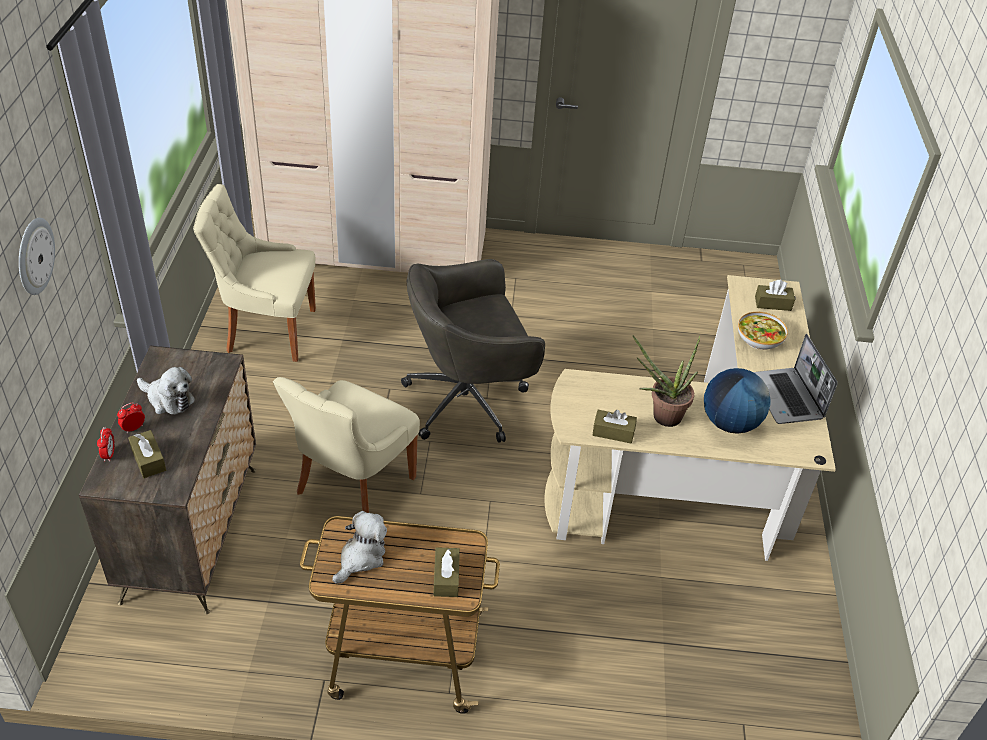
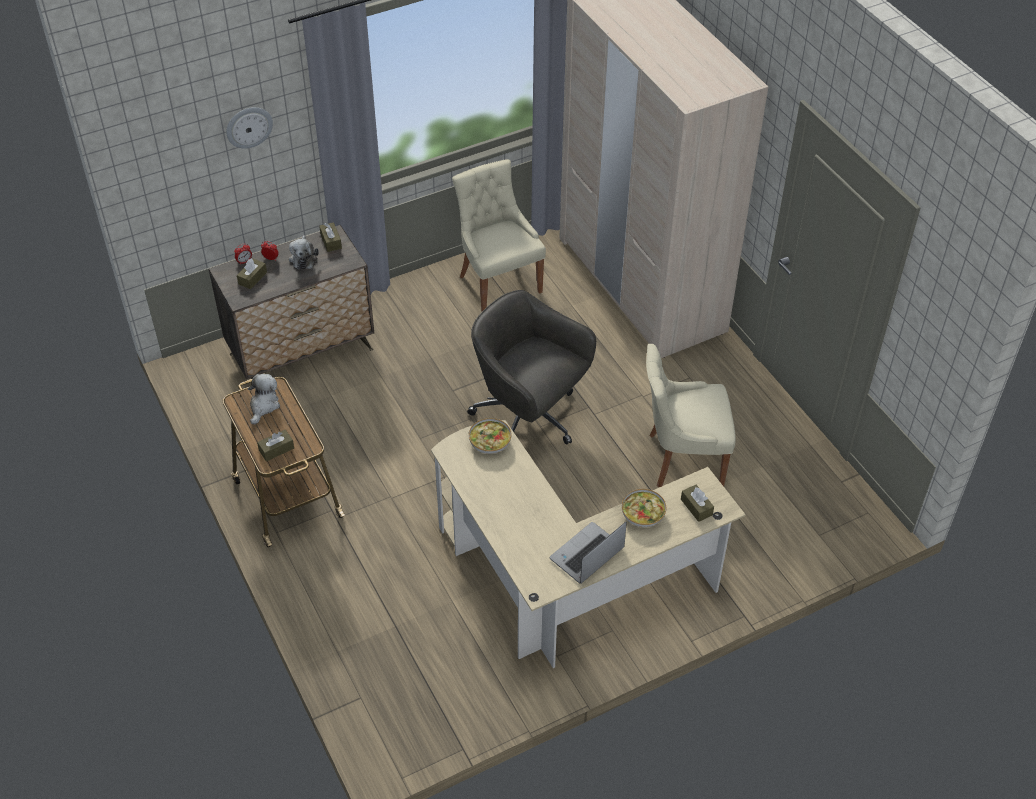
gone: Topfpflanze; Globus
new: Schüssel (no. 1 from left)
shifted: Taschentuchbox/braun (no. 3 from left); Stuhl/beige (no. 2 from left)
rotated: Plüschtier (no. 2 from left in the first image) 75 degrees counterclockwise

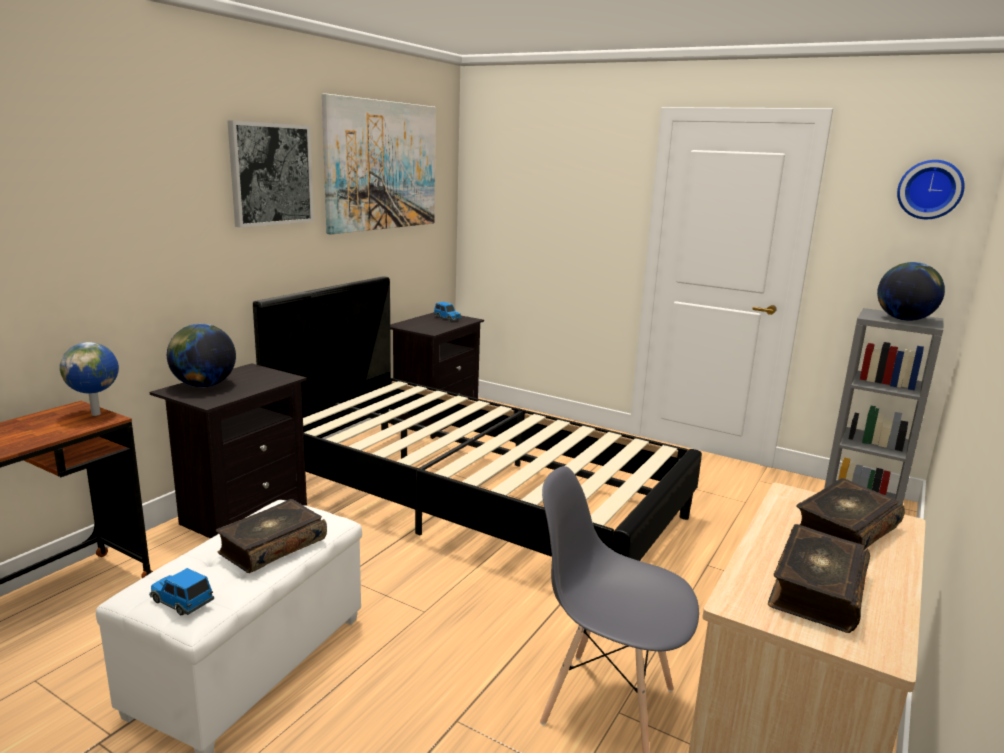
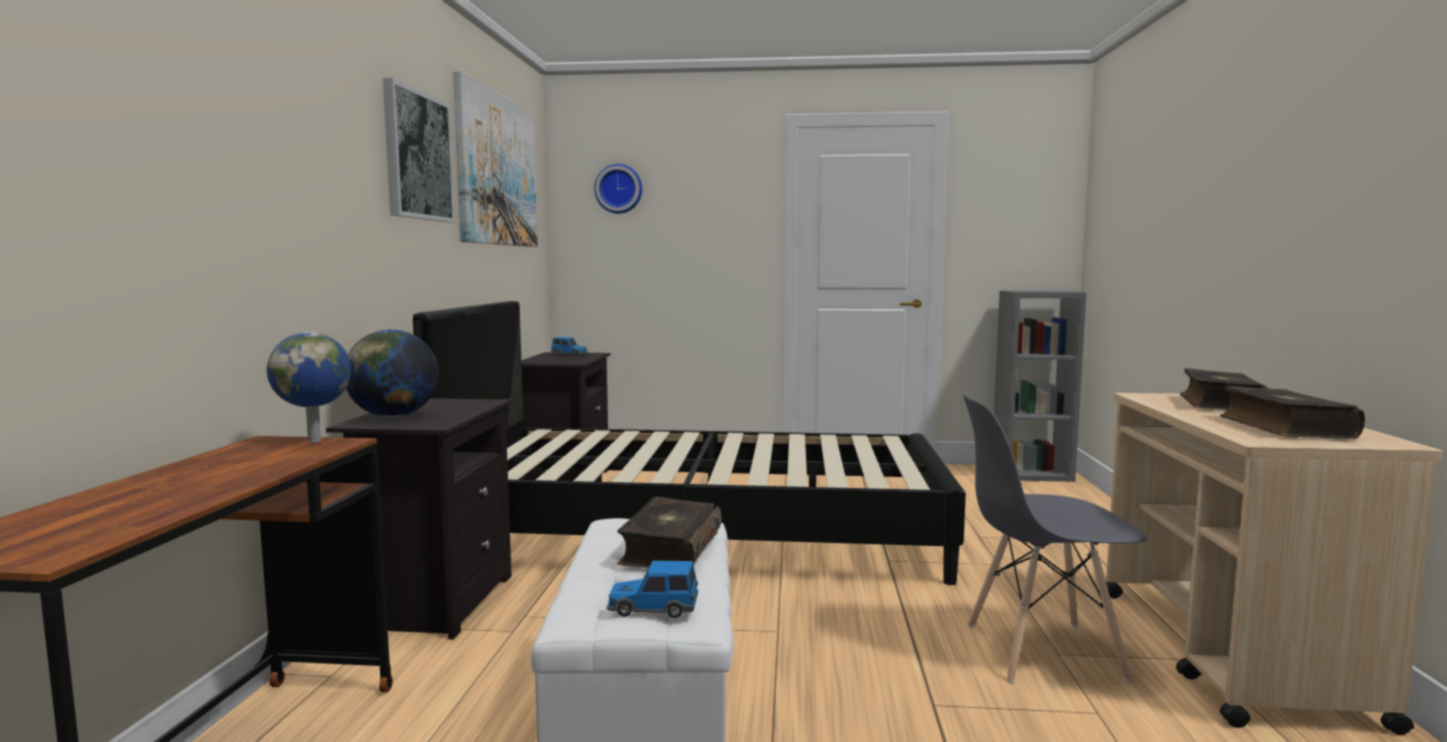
gone: Globus (no. 3 from left)
shifted: Wanduhr

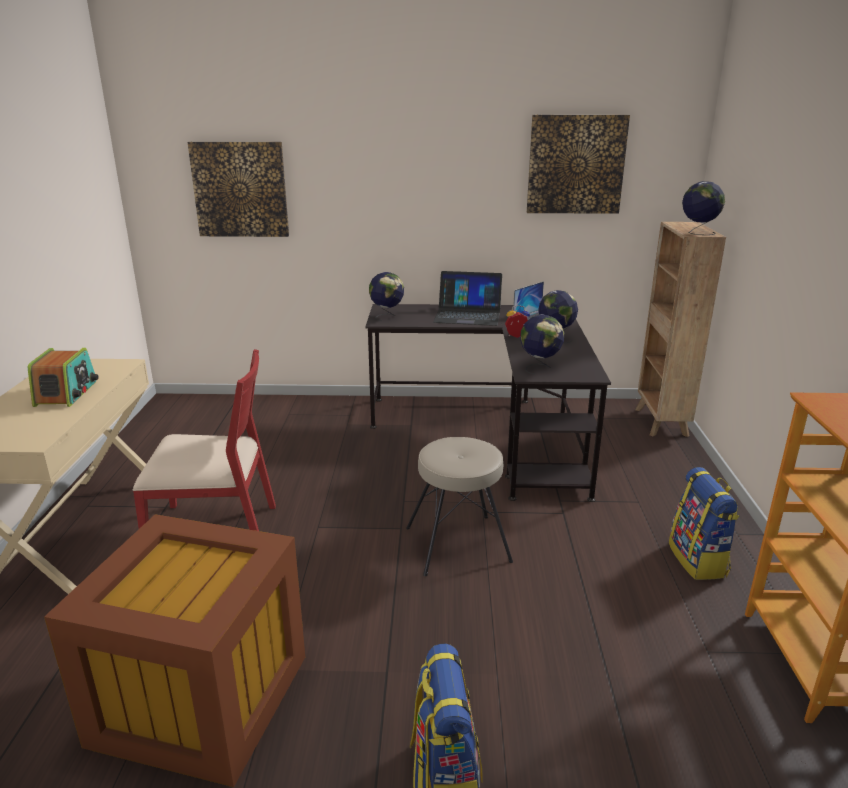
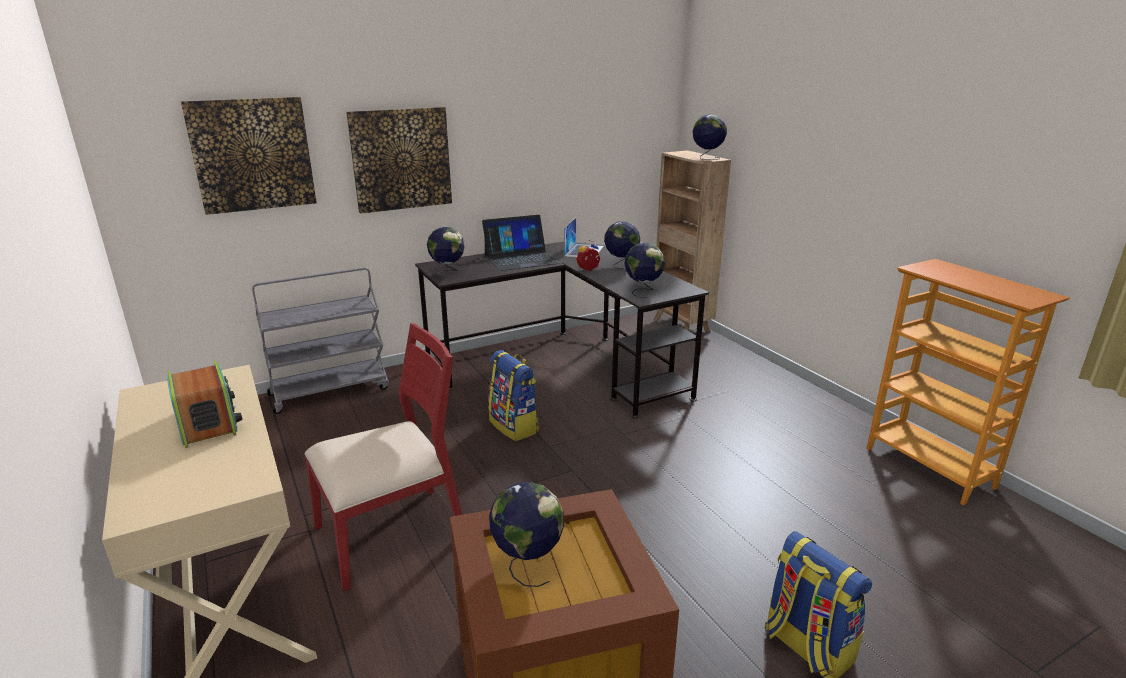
gone: Hocker/beige
new: Rollwagen/grau; Globus (no. 2 from left)
shifted: Bild (no. 2 from left); Rucksack (no. 2 from left in the first image) to Rucksack (no. 1 from left)

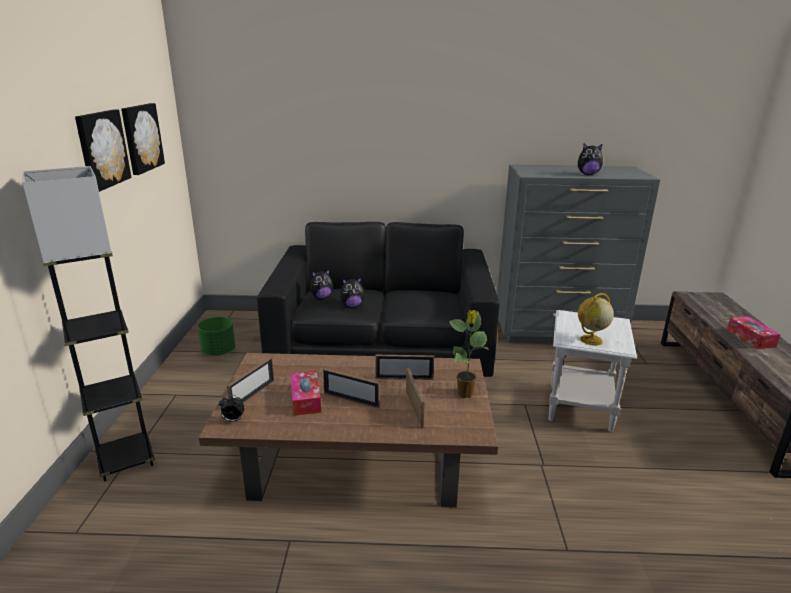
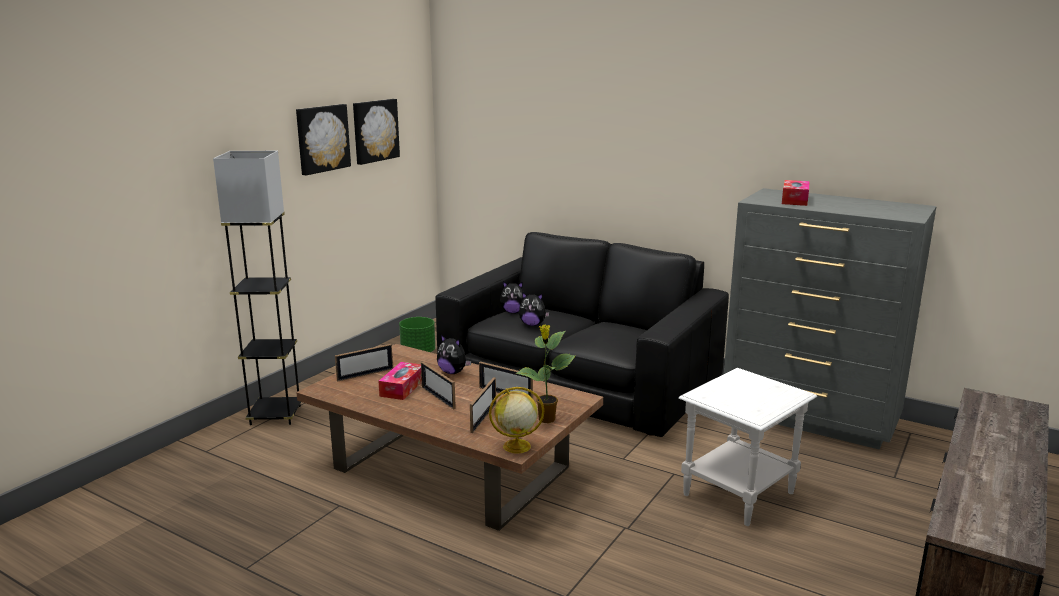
gone: Wecker
shifted: Plüschtier (no. 3 from left in the first image) to Plüschtier (no. 1 from left); Globus; Taschentuchbox (no. 2 from left)

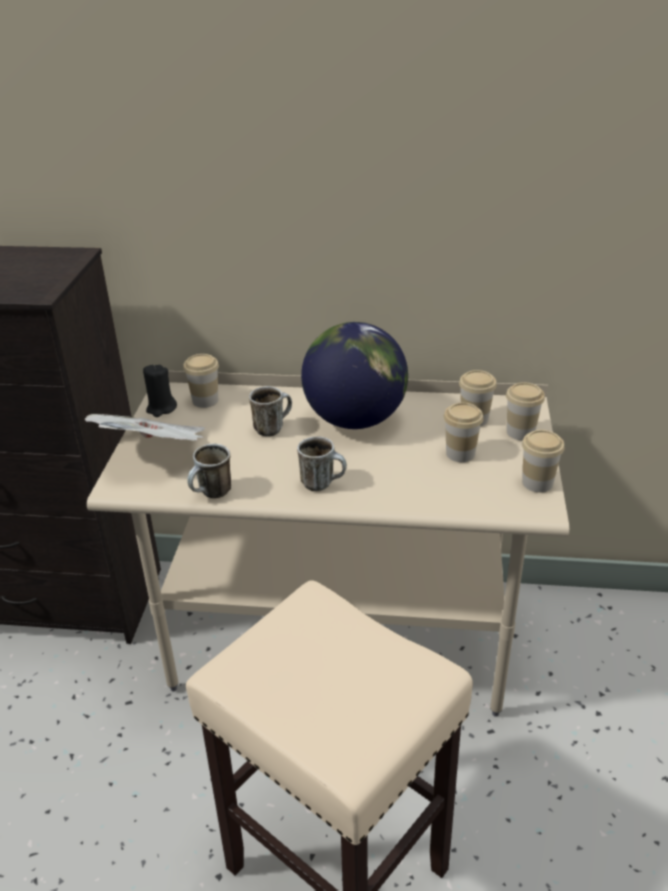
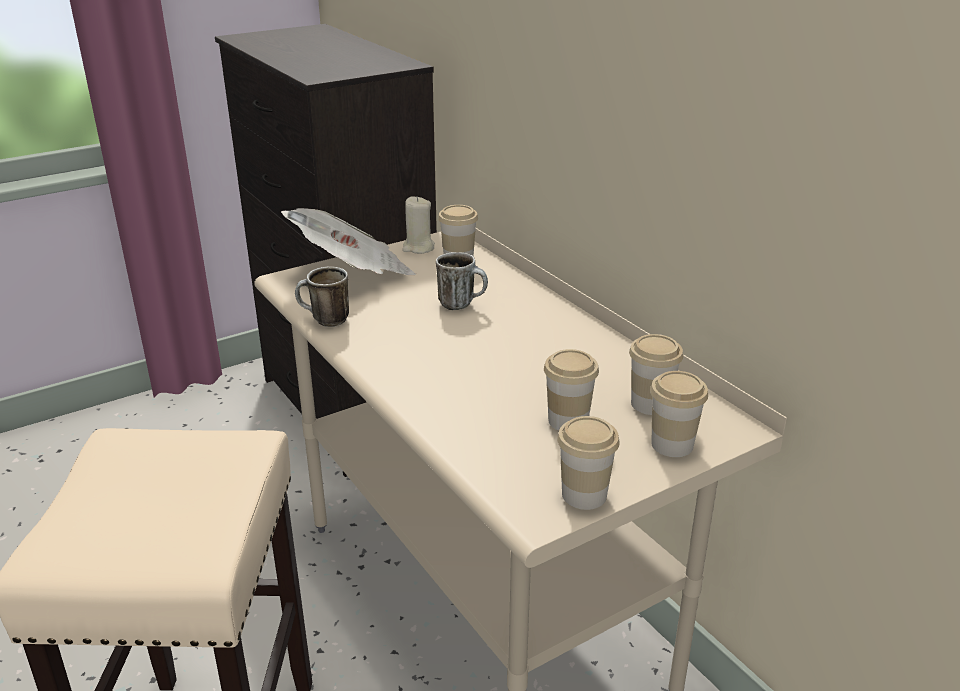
gone: Henkelbecher (no. 3 from left); Globus
repainted: Kerze/schwarz to Kerze/beige

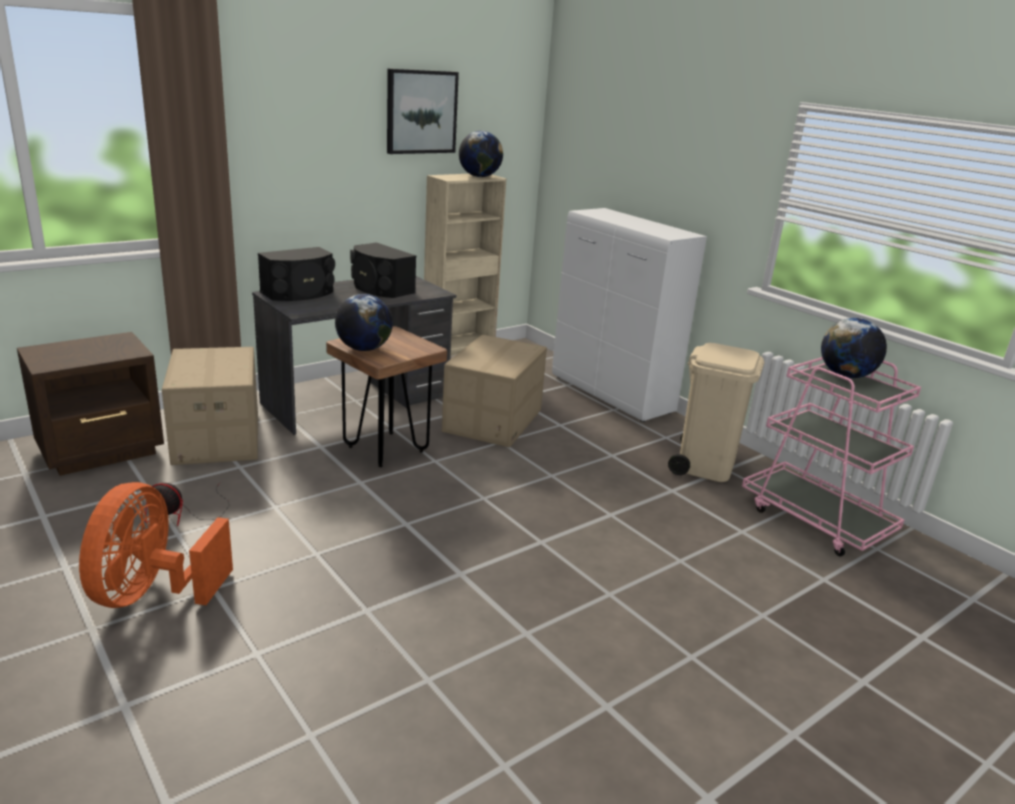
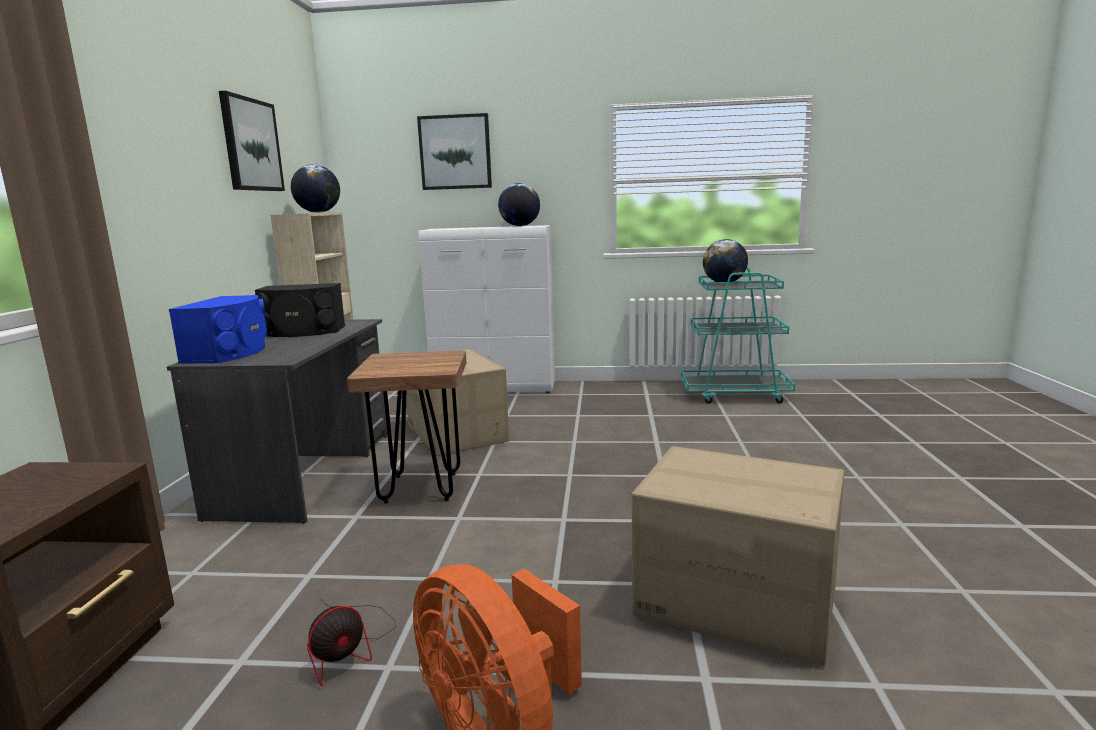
gone: Mülleimer/beige
new: Bild (no. 2 from left)
shifted: Globus (no. 1 from left in the first image) to Globus (no. 2 from left); Karton (no. 1 from left in the first image) to Karton (no. 2 from left)
repainted: Lautsprecher/schwarz (no. 1 from left) to Lautsprecher/blau; Rollwagen/rosa to Rollwagen/türkis

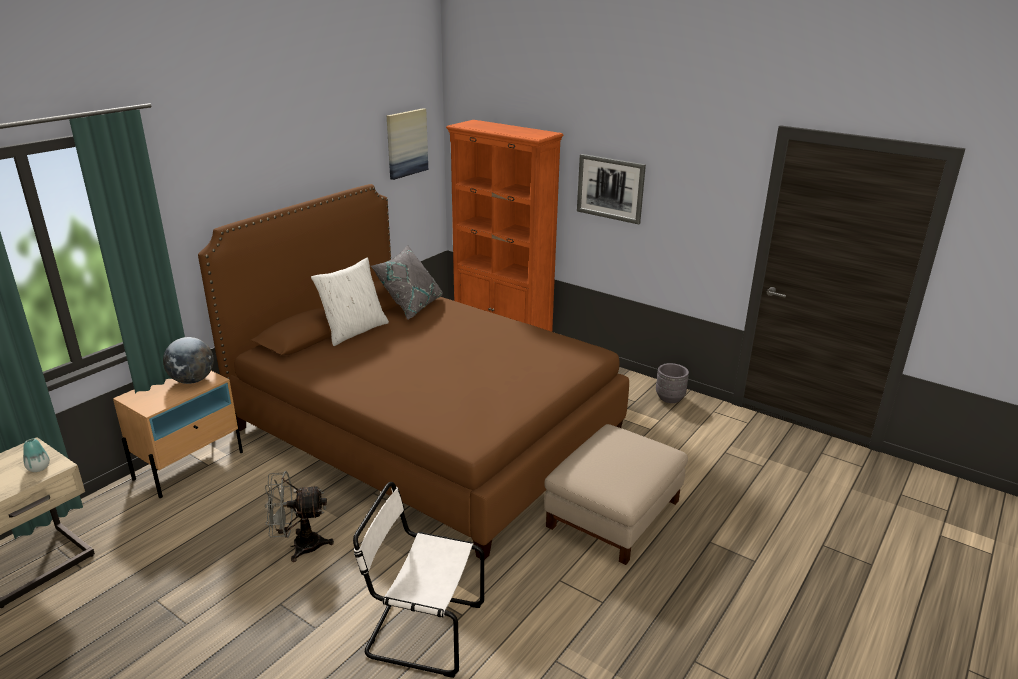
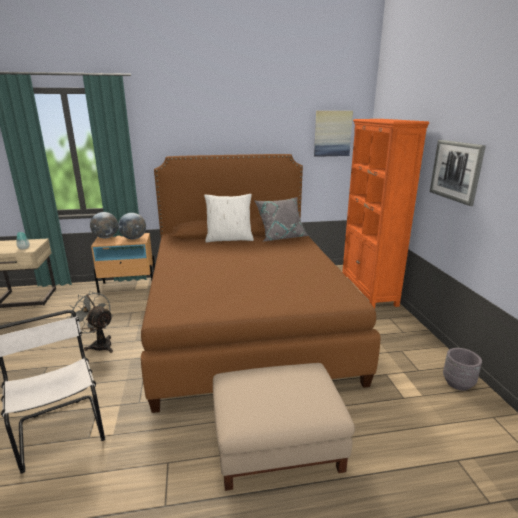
new: Globus (no. 1 from left)

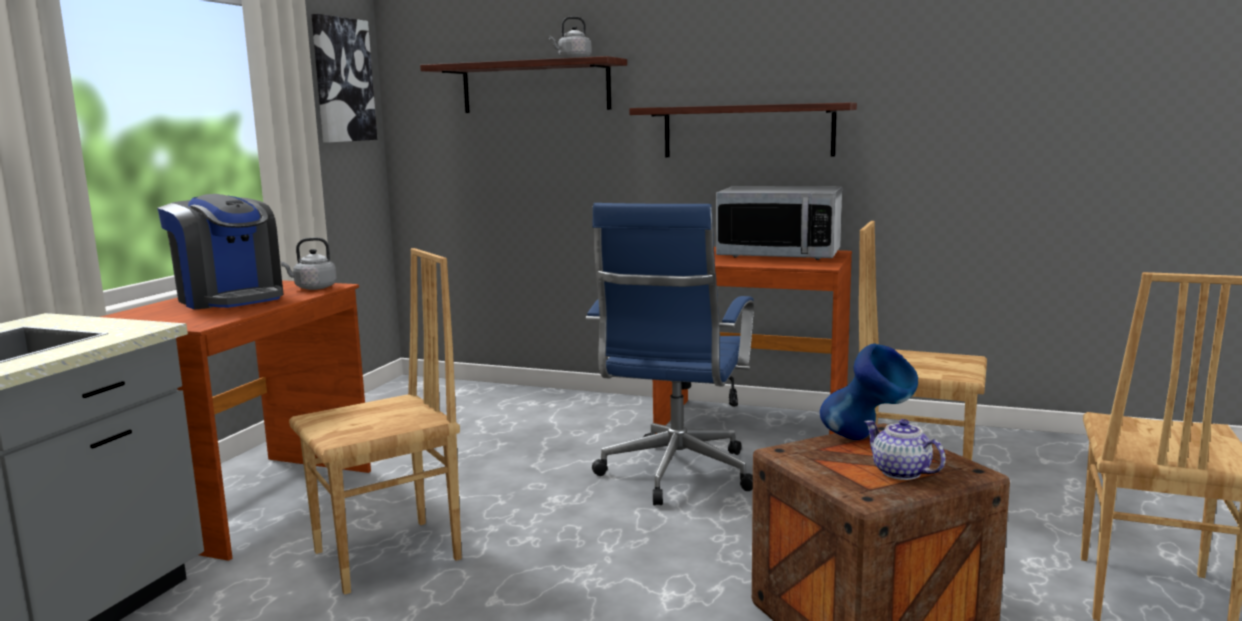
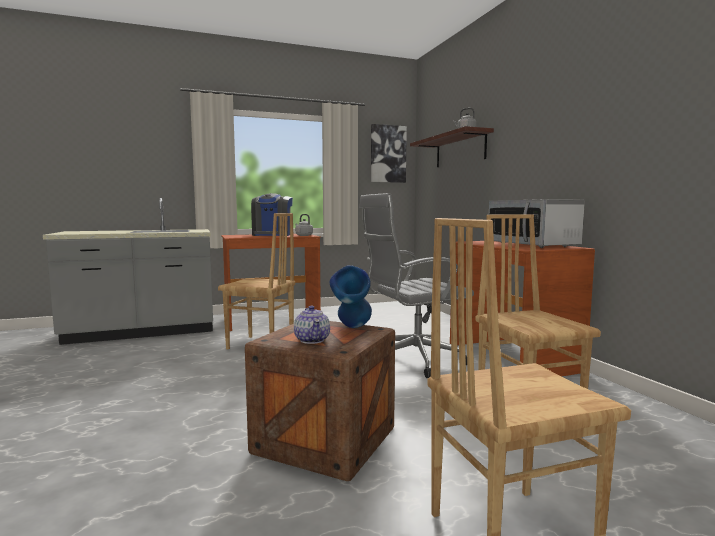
gone: Wandregal (no. 2 from left)
repainted: Bürostuhl/blau to Bürostuhl/grau
rotated: Teekanne 150 degrees clockwise

